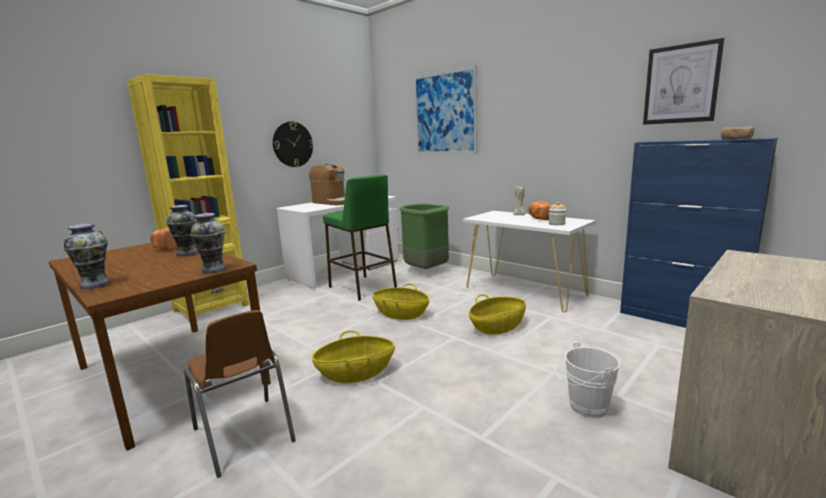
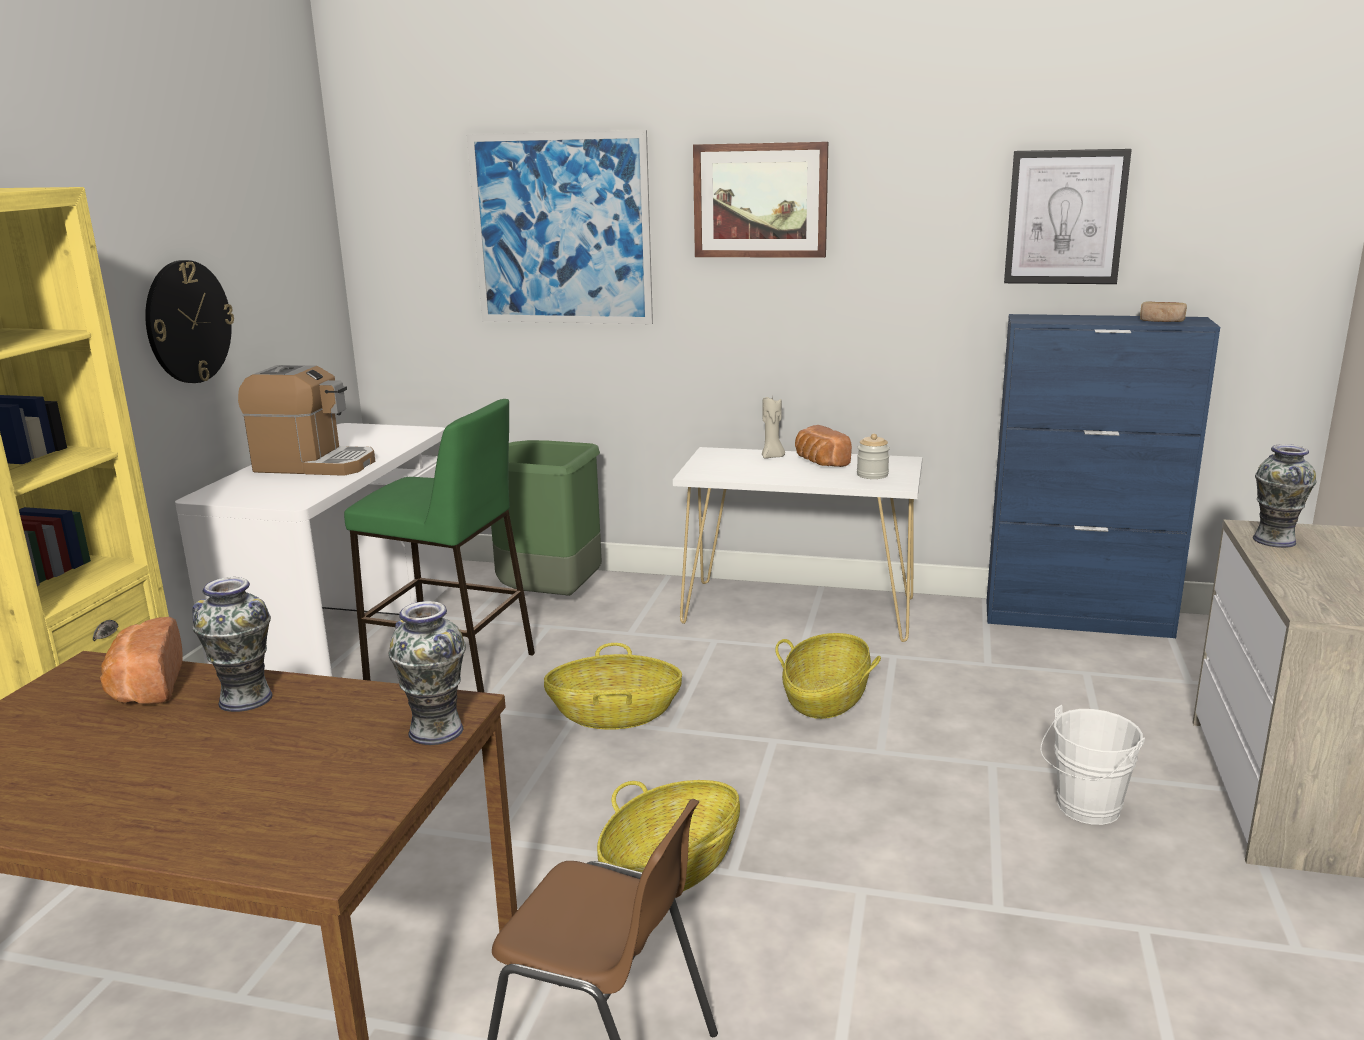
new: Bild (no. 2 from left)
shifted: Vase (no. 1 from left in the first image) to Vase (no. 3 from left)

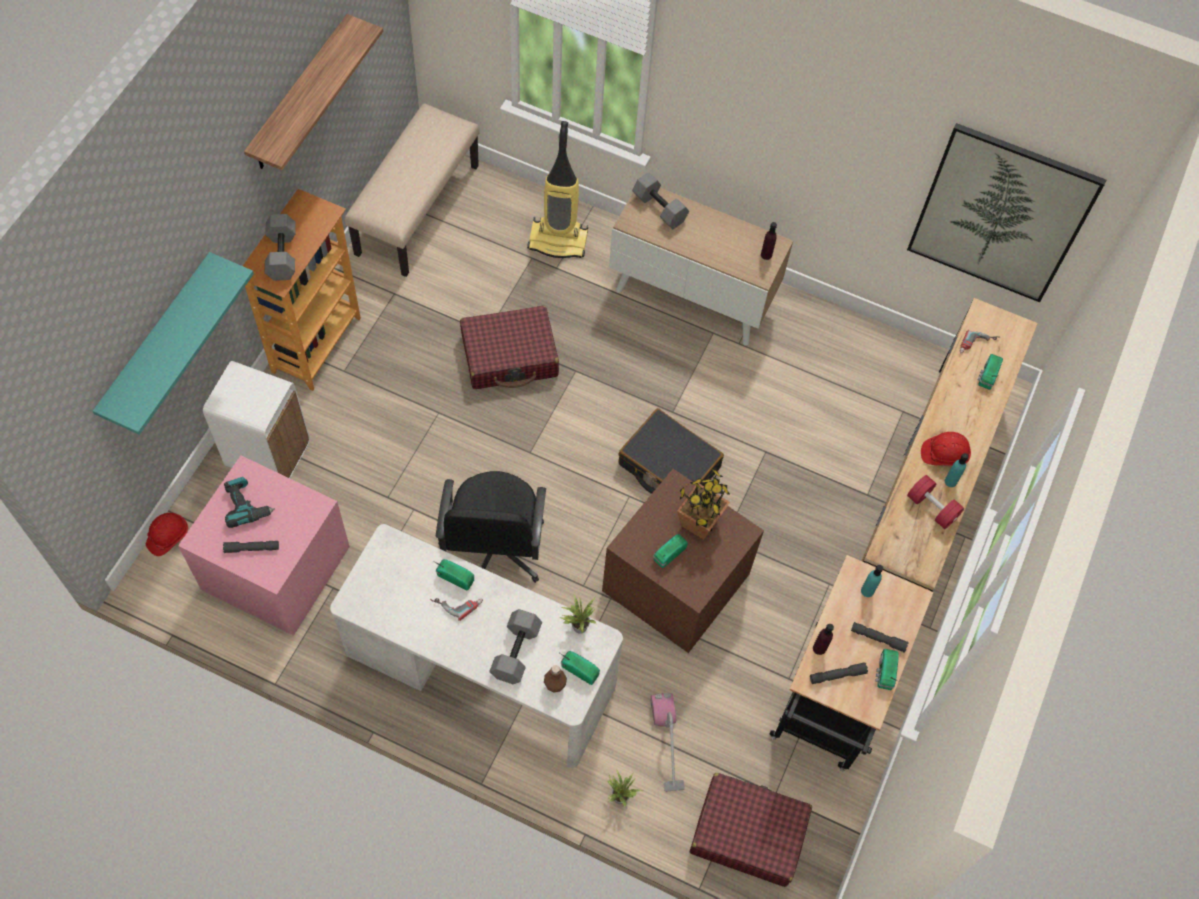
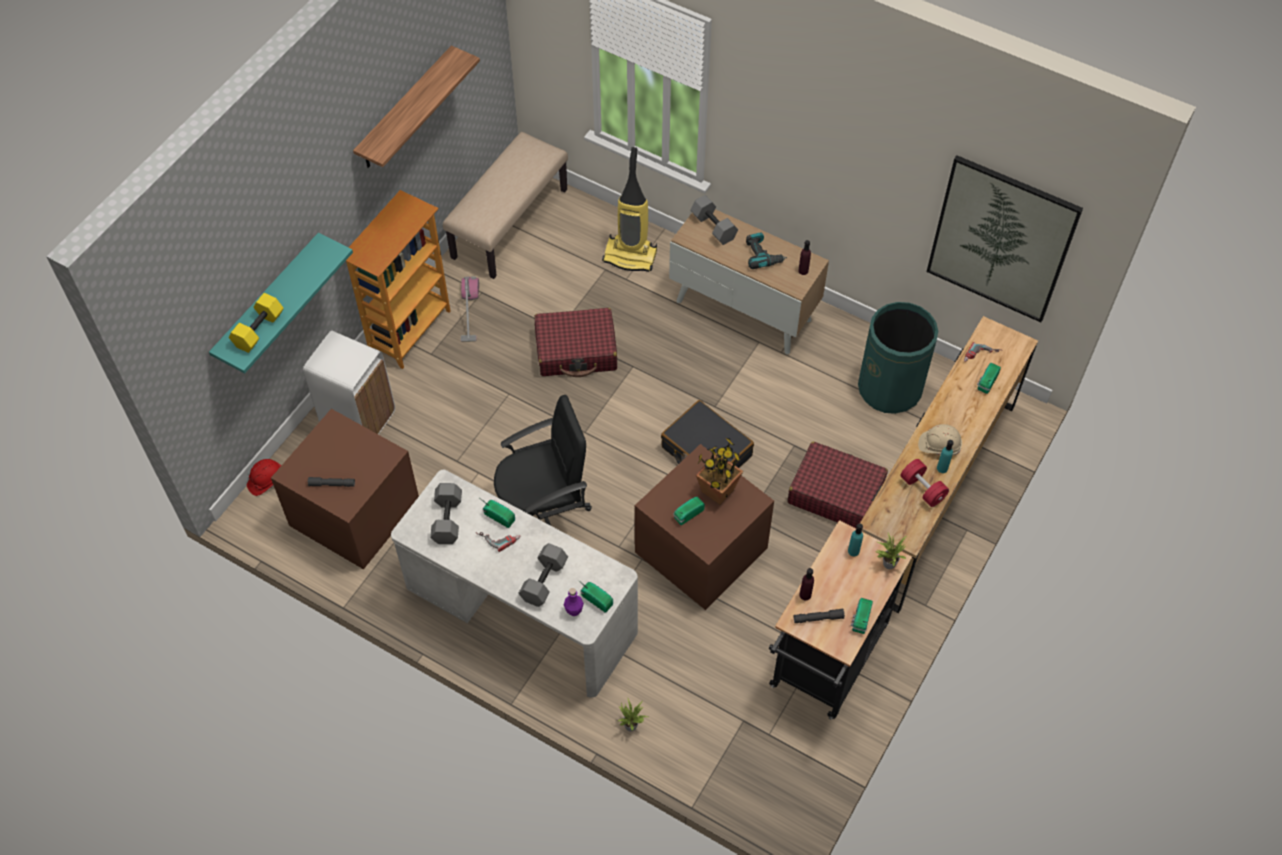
gone: Taschenlampe/grau (no. 3 from left)
new: Hantel/gelb; Mülleimer/grün
shifted: Hantel/grau (no. 1 from left); Staubsauger (no. 2 from left in the first image) to Staubsauger (no. 1 from left); Bohrmaschine (no. 1 from left in the first image) to Bohrmaschine (no. 2 from left); Koffer/rot (no. 2 from left); Topfpflanze (no. 1 from left in the first image) to Topfpflanze (no. 3 from left)
repainted: Aufbewahrungsbox/rosa to Aufbewahrungsbox/braun (no. 1 from left); Flasche/braun to Flasche/lila (no. 1 from left); Schutzhelm/rot (no. 2 from left) to Schutzhelm/beige
rotated: Bürostuhl/schwarz 120 degrees counterclockwise

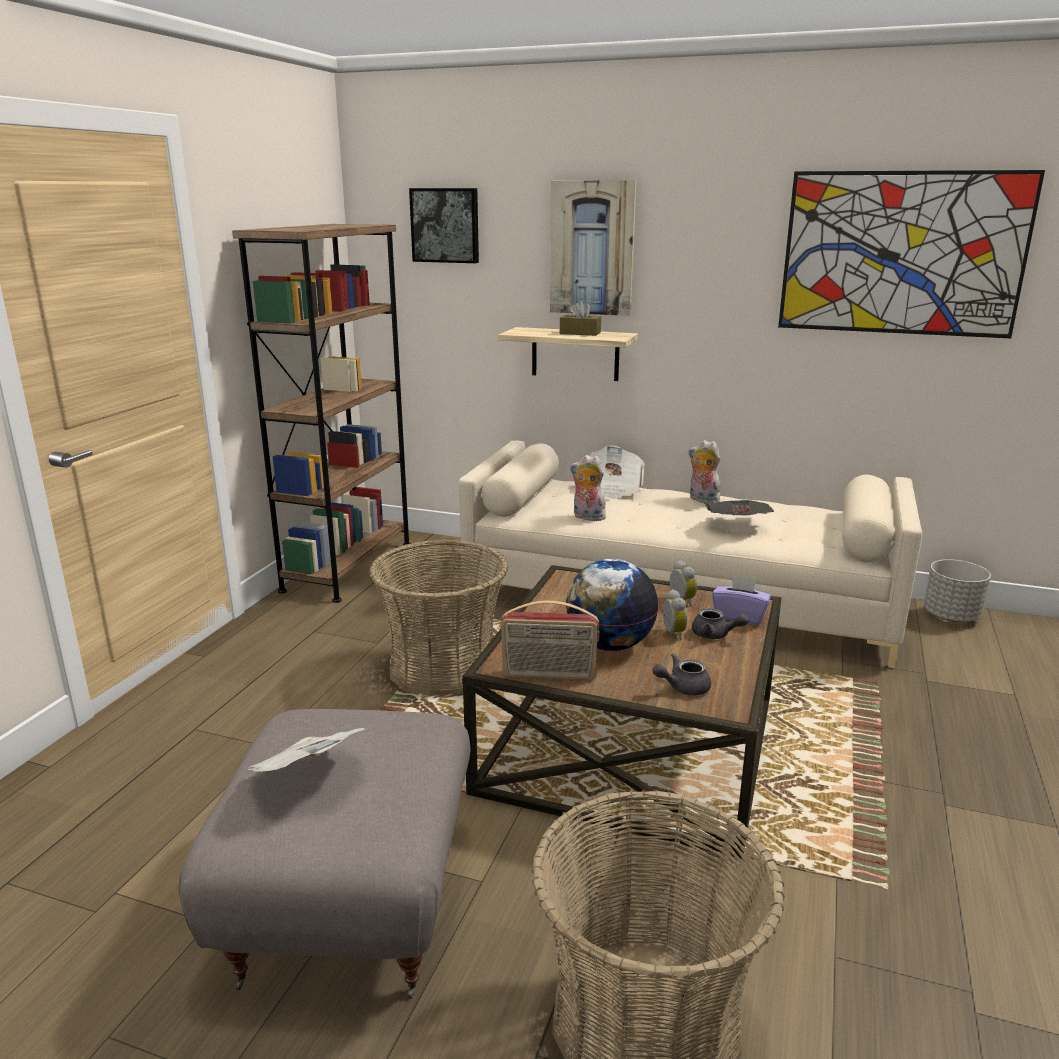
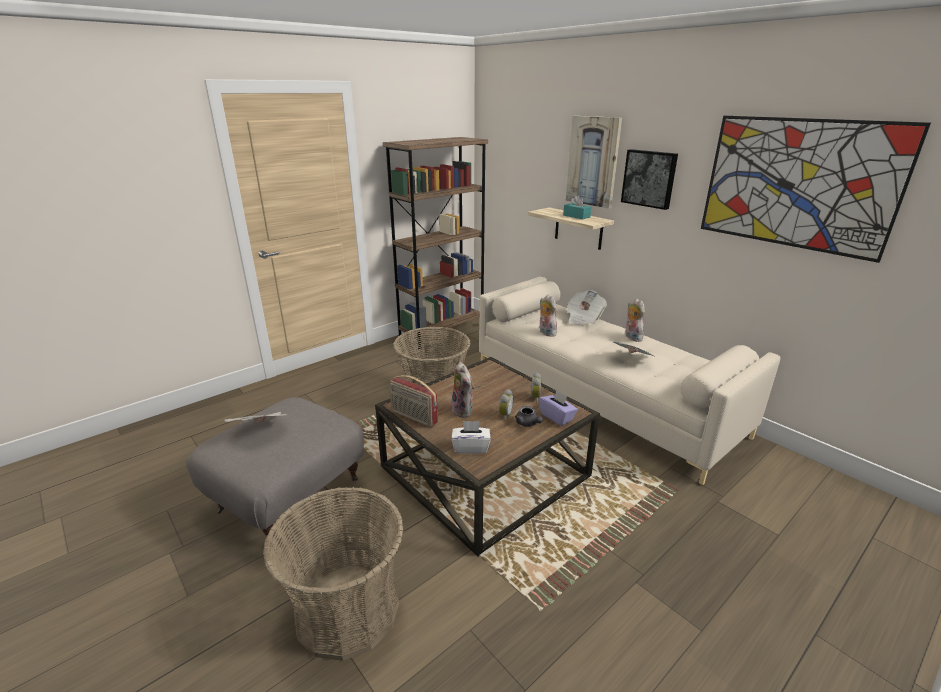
gone: Pflanzkübel/grau
shifted: Bild (no. 1 from left in the first image) to Bild (no. 2 from left)
swapped: Globus to Plüschtier (no. 1 from left); Teekanne/grau (no. 1 from left) to Taschentuchbox/weiß
repainted: Taschentuchbox/braun to Taschentuchbox/türkis

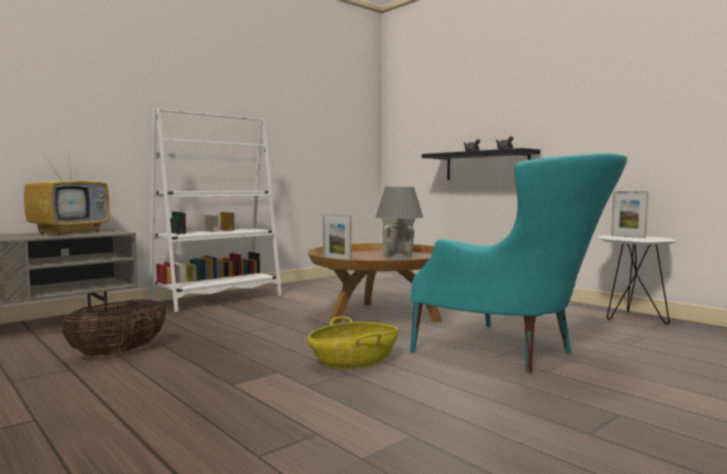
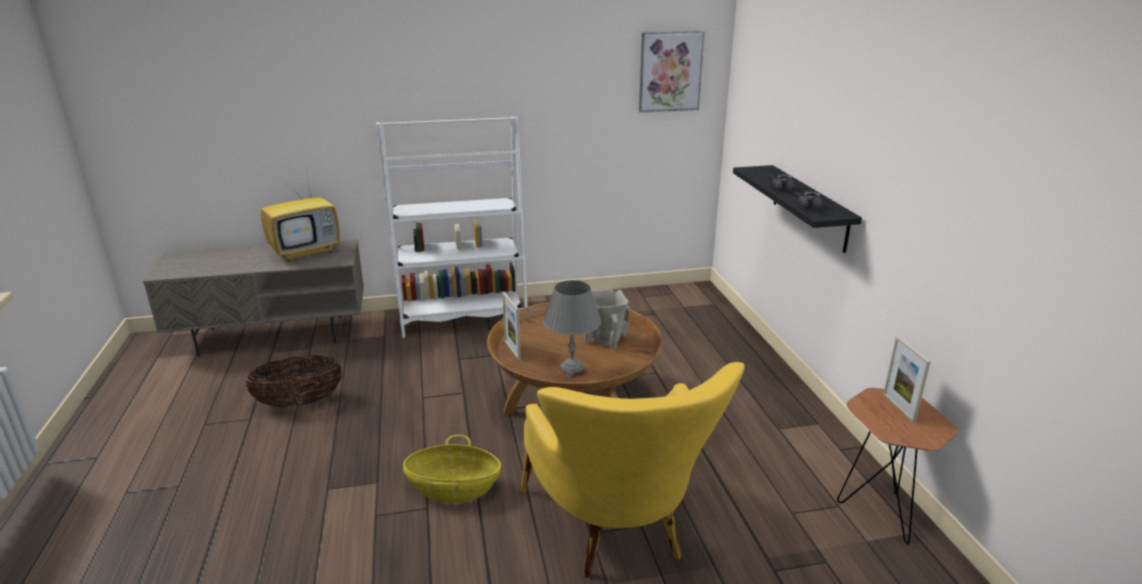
new: Bild
repainted: Sessel/türkis to Sessel/gelb; Beistelltisch/weiß to Beistelltisch/braun

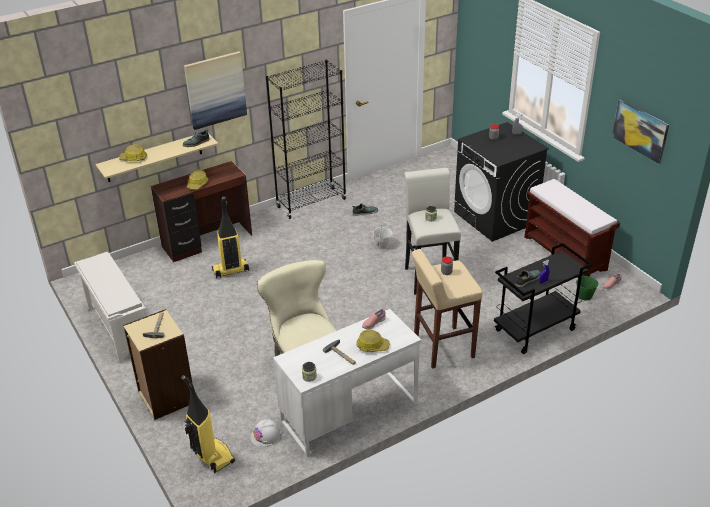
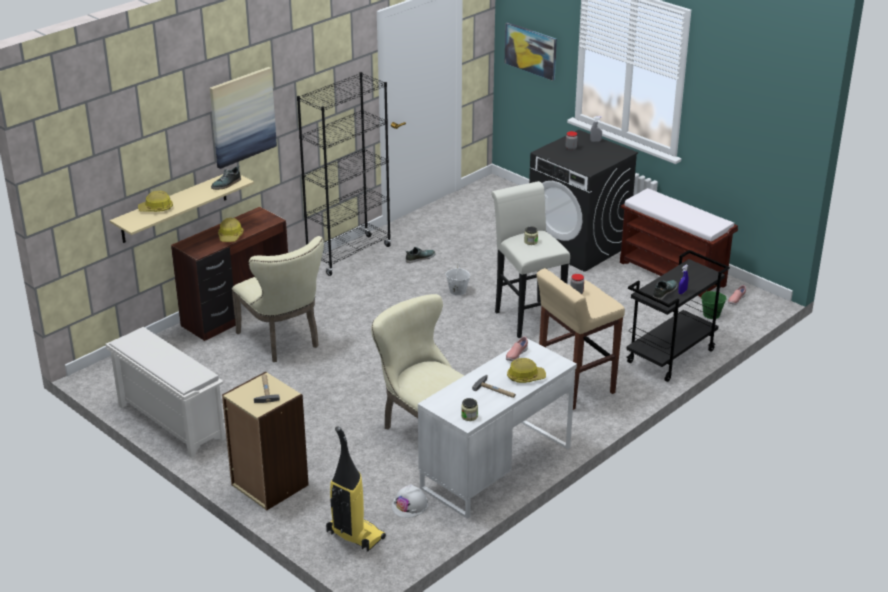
shifted: Bild (no. 2 from left)
swapped: Staubsauger (no. 2 from left) to Stuhl/beige (no. 1 from left)

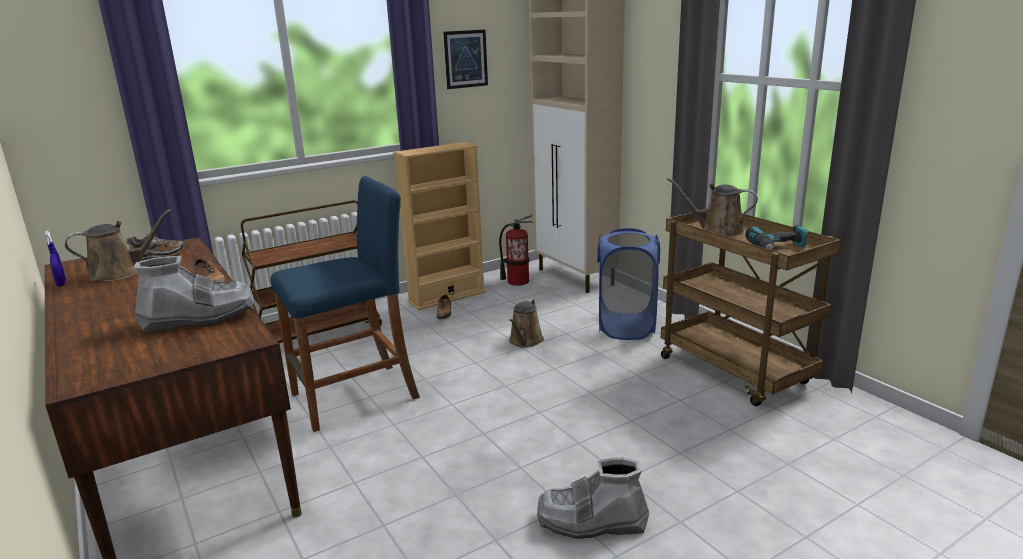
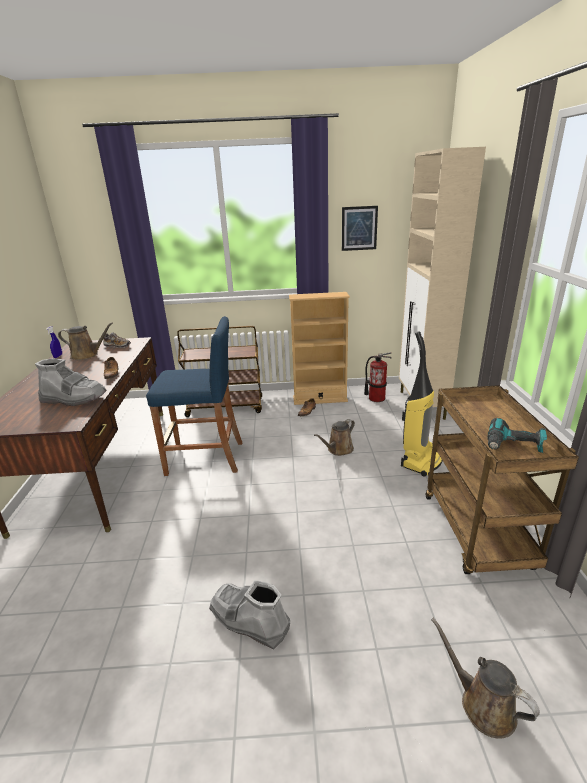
shifted: Gießkanne/braun (no. 3 from left)
swapped: Wäschekorb/blau to Staubsauger

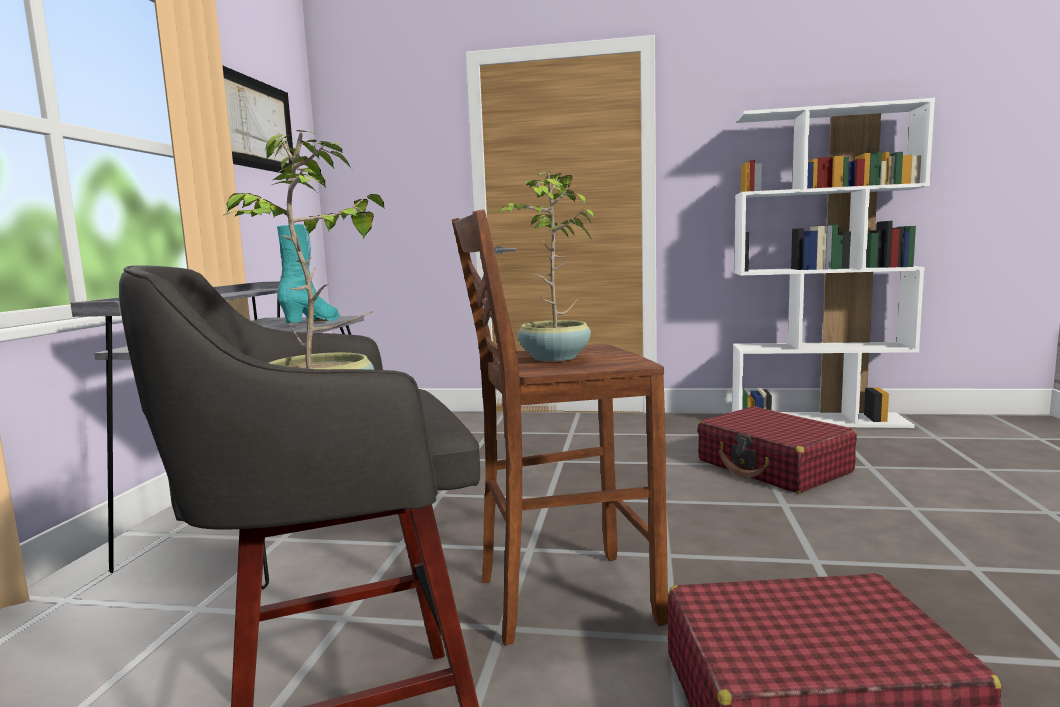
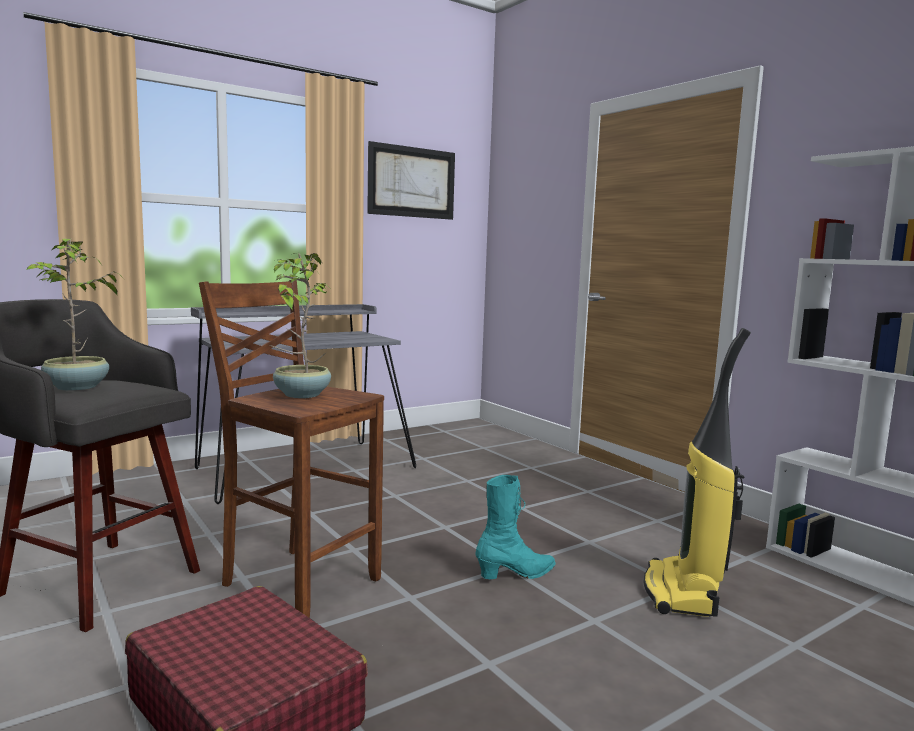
shifted: Stiefel/türkis
swapped: Koffer/rot (no. 1 from left) to Staubsauger

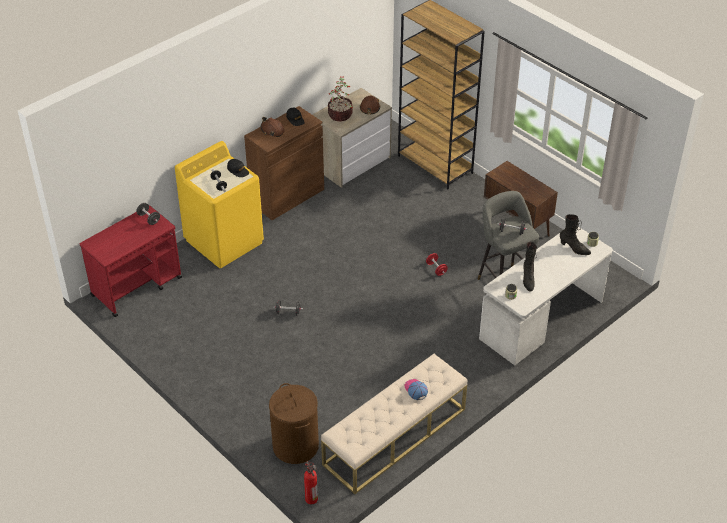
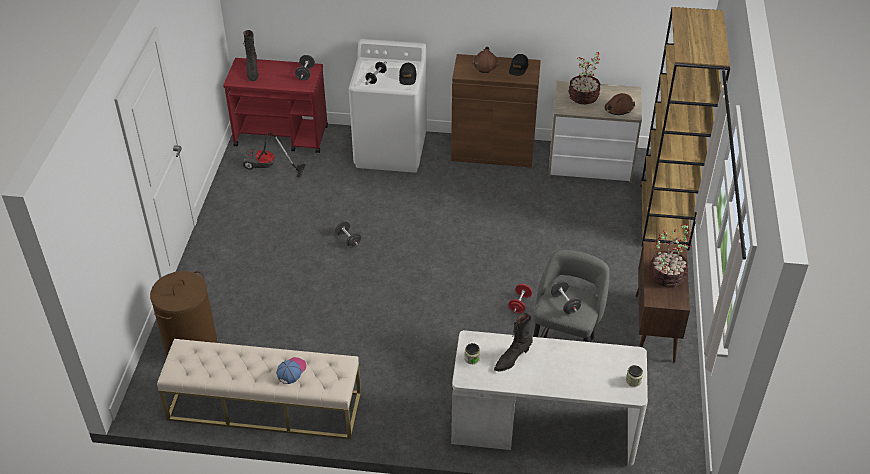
gone: Feuerlöscher
new: Staubsauger; Topfpflanze (no. 2 from left)
shifted: Stiefel/schwarz (no. 2 from left in the first image) to Stiefel/schwarz (no. 1 from left)
repainted: Waschmaschine/gelb to Waschmaschine/weiß

